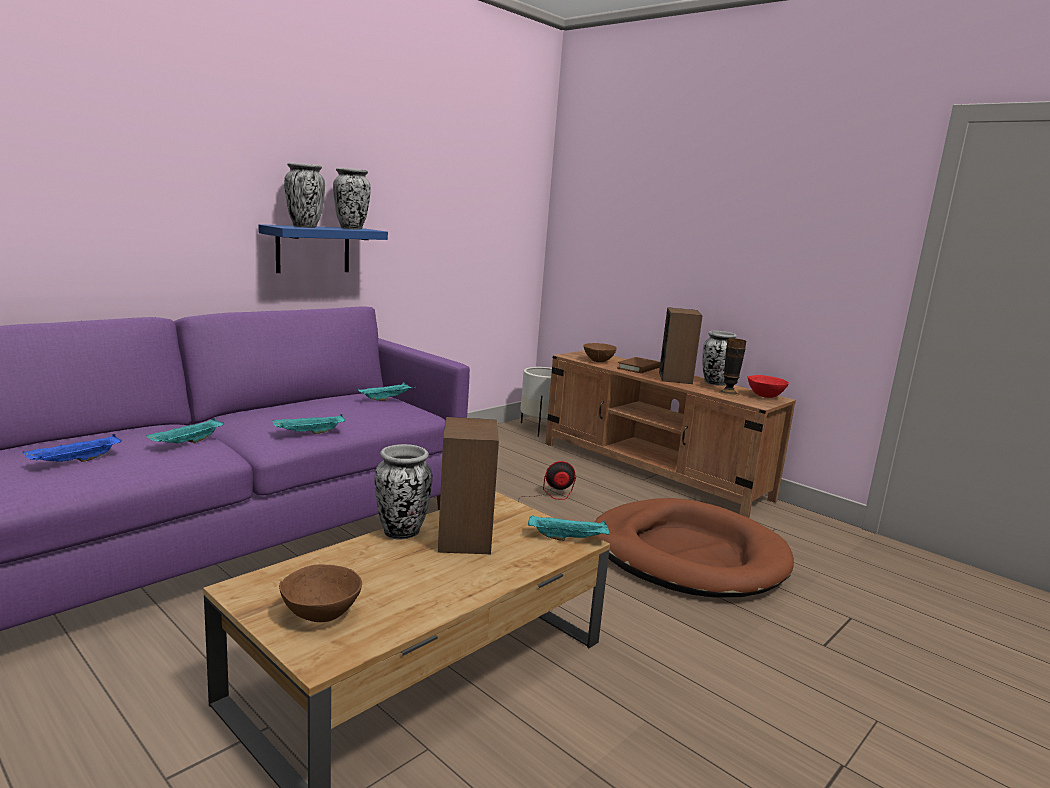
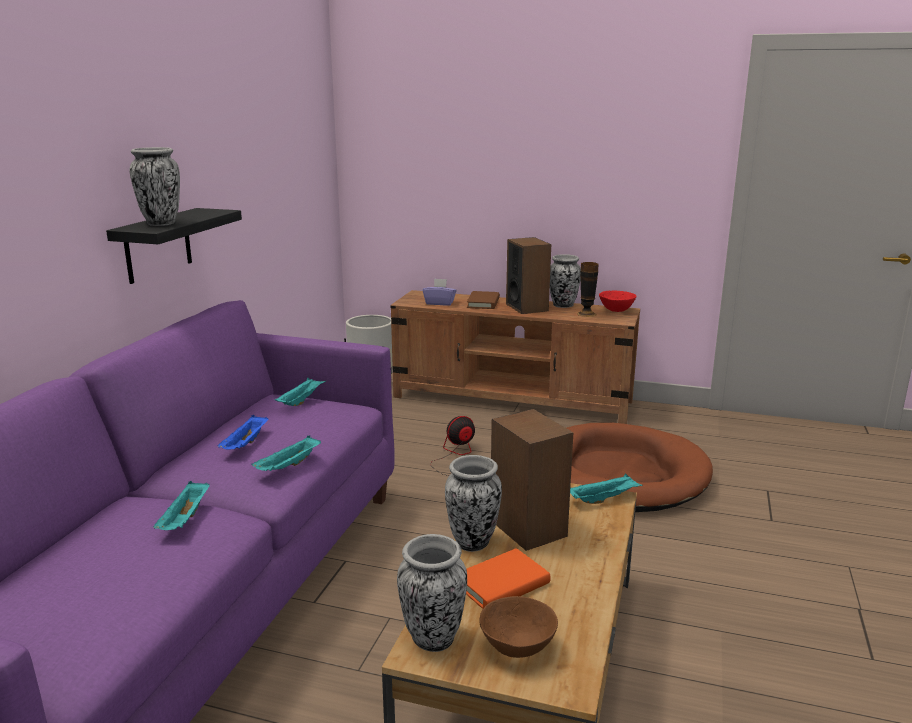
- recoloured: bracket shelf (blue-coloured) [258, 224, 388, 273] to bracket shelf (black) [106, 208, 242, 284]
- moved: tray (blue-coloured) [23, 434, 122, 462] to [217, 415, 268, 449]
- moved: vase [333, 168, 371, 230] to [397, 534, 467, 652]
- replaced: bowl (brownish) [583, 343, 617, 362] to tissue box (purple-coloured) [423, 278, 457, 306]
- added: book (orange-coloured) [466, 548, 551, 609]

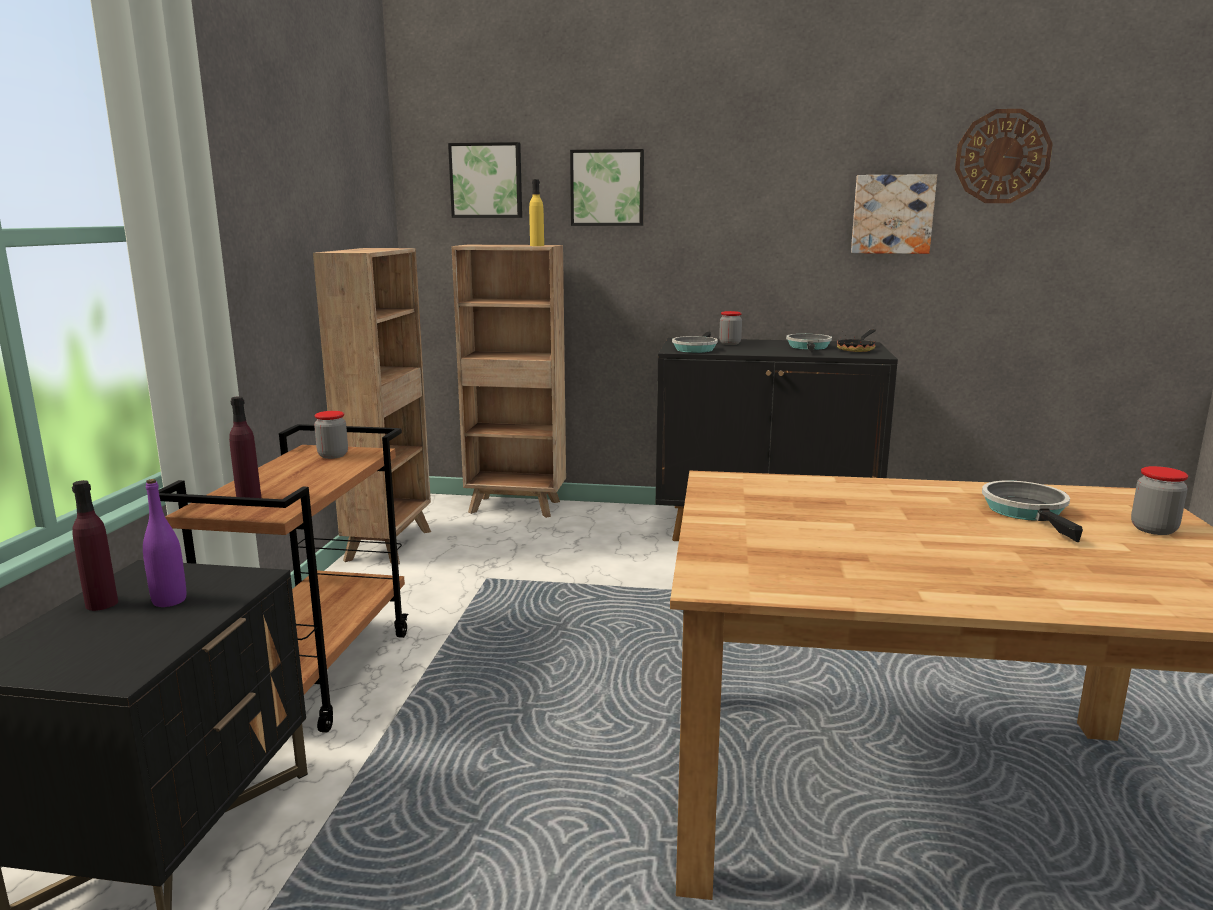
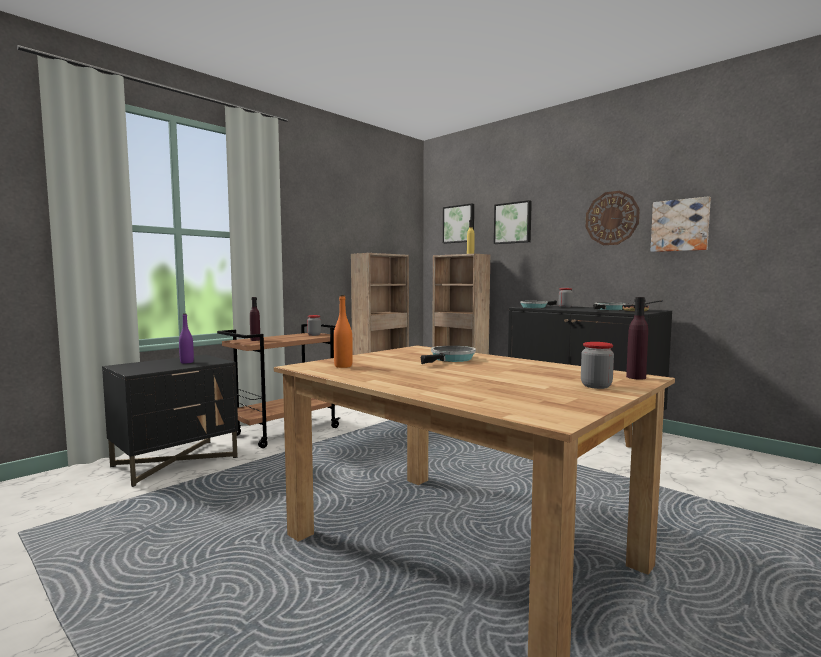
- added: beverage bottle (orange-coloured) [333, 295, 353, 368]
- moved: frying pan [982, 481, 1083, 542] to [421, 346, 476, 364]
- moved: clock on the wall [955, 109, 1053, 203] to [586, 191, 640, 245]
- moved: beverage bottle (purple-coloured) [72, 480, 118, 611] to [626, 297, 648, 380]

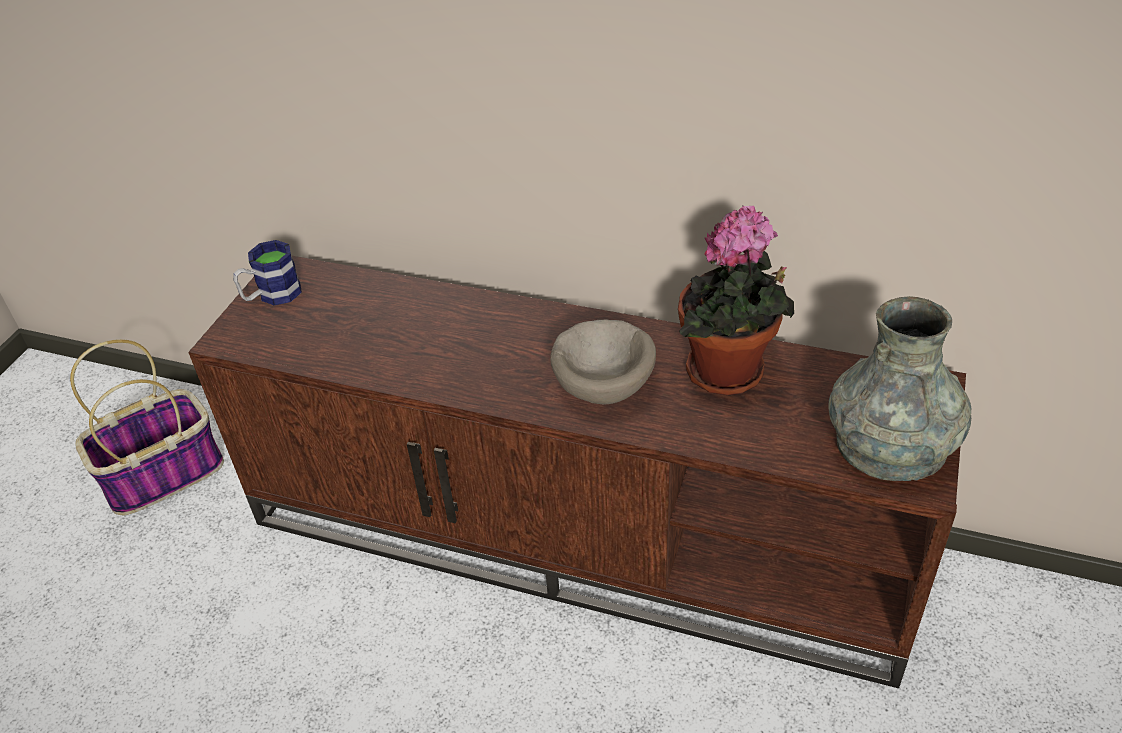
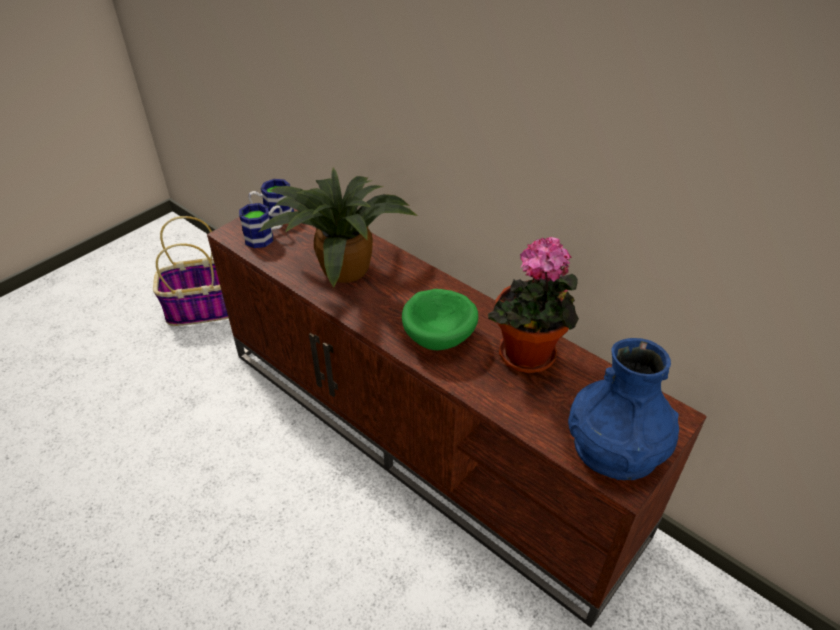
- added: tea mug [239, 203, 283, 248]
- added: potted plant [259, 168, 417, 288]
- recoloured: bowl (beige-coloured) [550, 320, 656, 404] to bowl (greenish) [402, 289, 478, 350]
- recoloured: vase (greyish) [829, 296, 971, 481] to vase (blue-coloured) [568, 338, 679, 480]

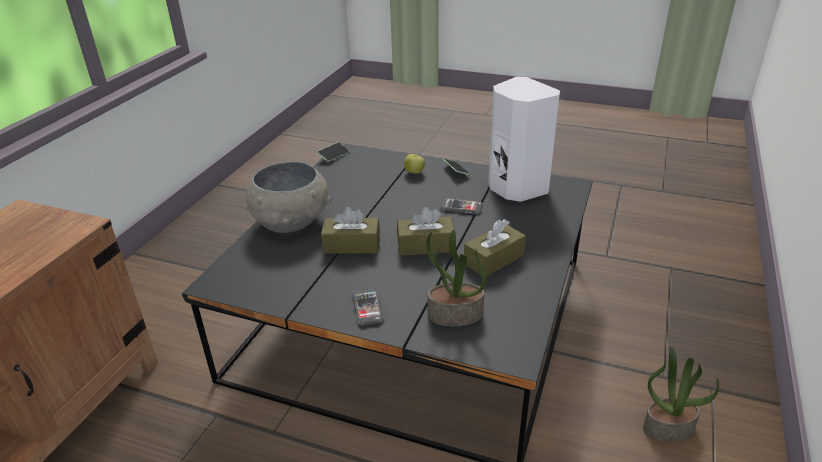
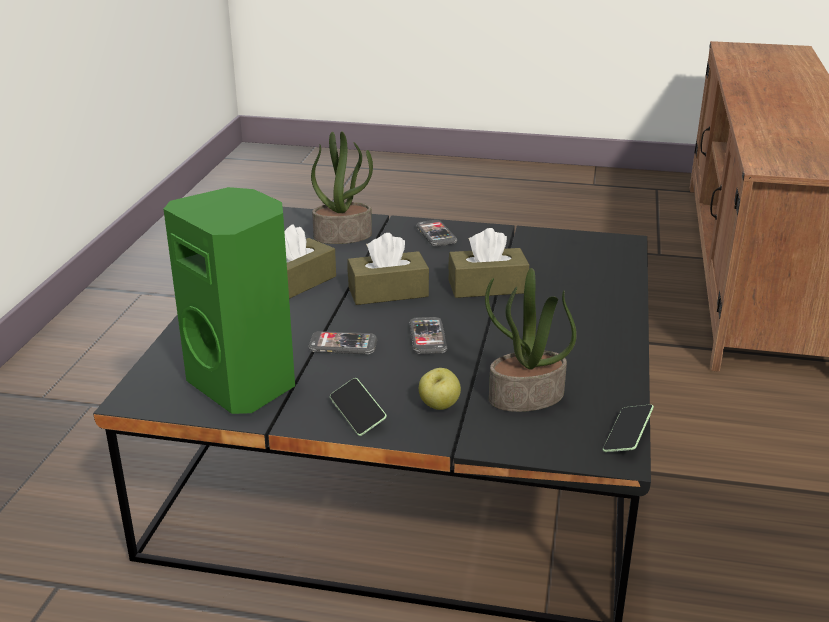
- recoloured: speaker (white-coloured) [489, 77, 560, 202] to speaker (greenish) [164, 187, 295, 414]
- added: handset [409, 317, 448, 354]
- moved: potted plant [643, 346, 719, 442] to [485, 268, 577, 412]
- removed: bowl (greyish) [244, 161, 331, 233]

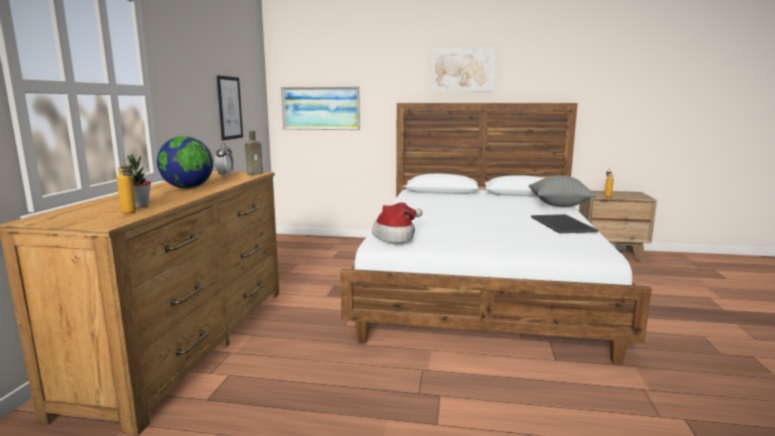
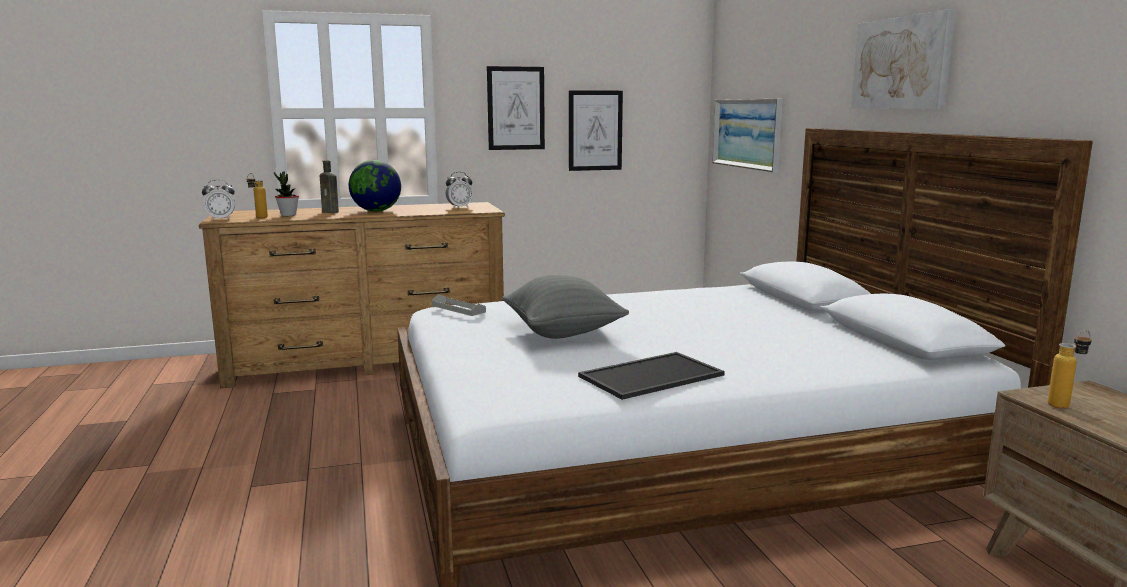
- added: table clock [202, 180, 235, 221]
- moved: beverage bottle (brownish) [245, 131, 263, 175] to [320, 160, 339, 213]
- replaced: clothing hat [372, 202, 422, 243] to tray (greyish) [432, 294, 486, 316]
- added: picture [487, 66, 545, 150]
- moved: cushion (greyish) [529, 175, 595, 207] to [502, 275, 629, 339]

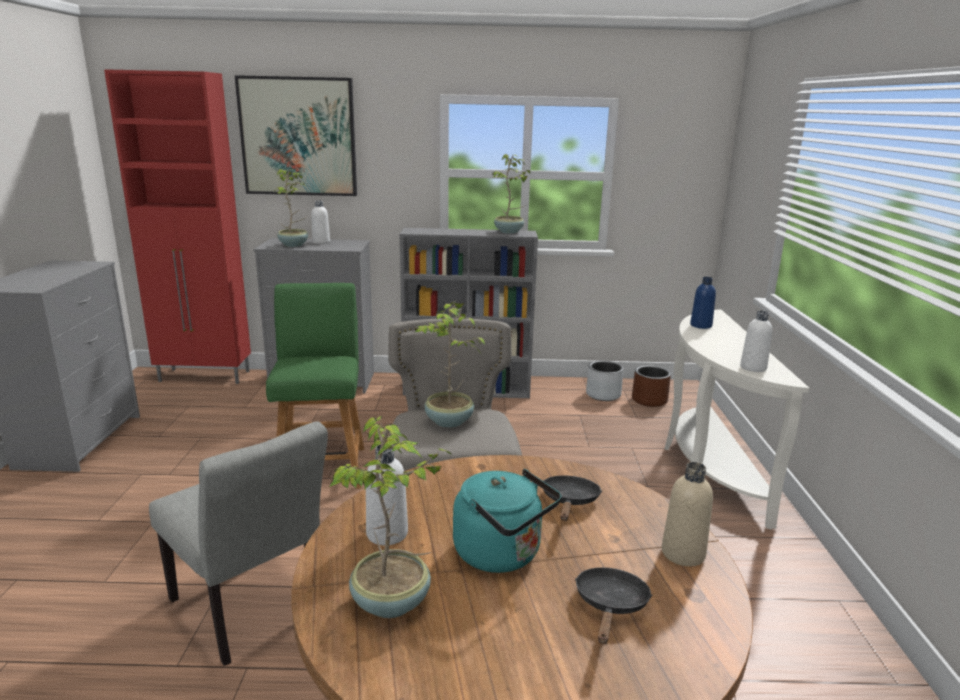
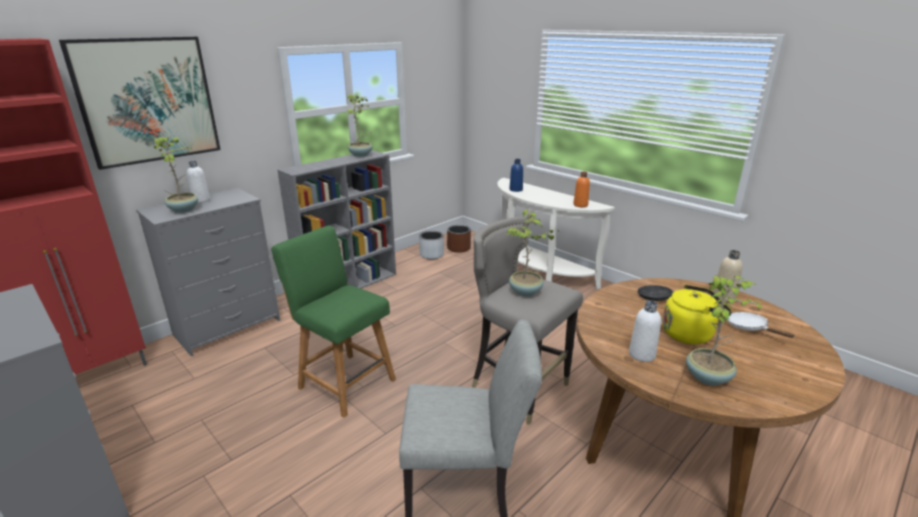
- recoloured: beverage bottle (white-coloured) [740, 310, 772, 372] to beverage bottle (orange-coloured) [573, 172, 590, 207]
- recoloured: kettle (turquoise) [453, 469, 561, 573] to kettle (yellow-coloured) [662, 285, 732, 344]
- recoloured: frying pan (black) [575, 567, 652, 644] to frying pan (white-coloured) [728, 312, 795, 338]

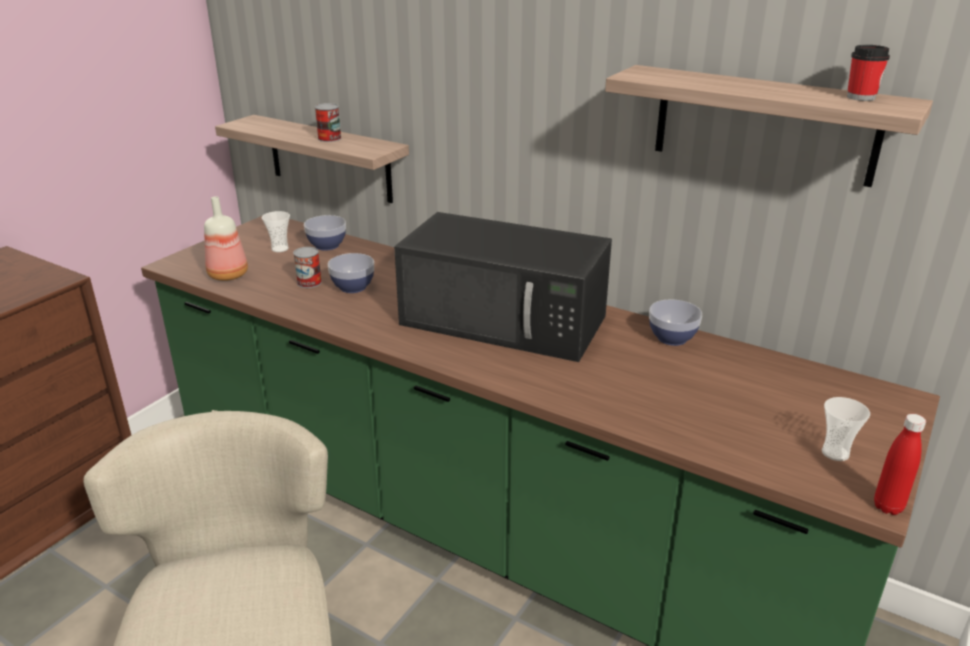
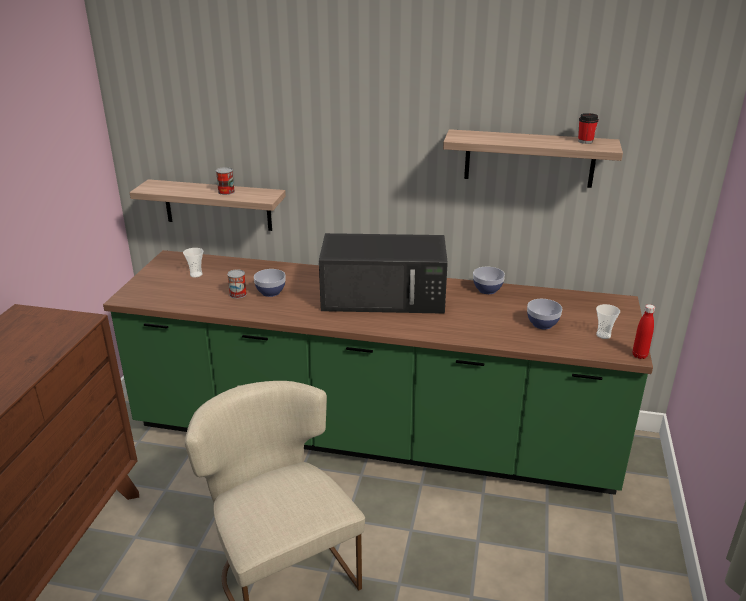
- moved: bowl [304, 215, 346, 251] to [527, 299, 562, 329]
- removed: beverage bottle [204, 196, 248, 281]

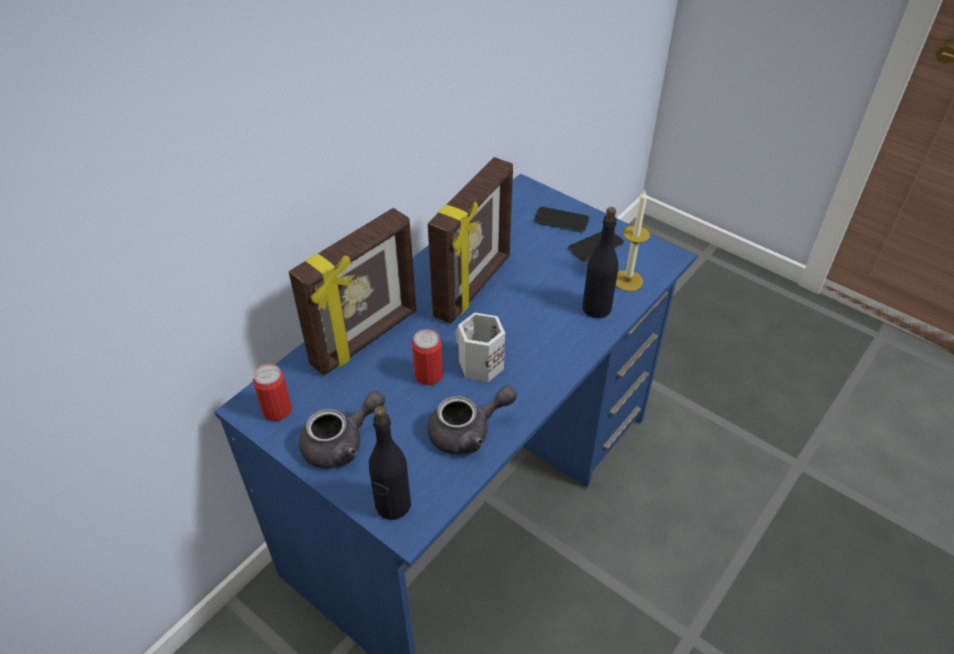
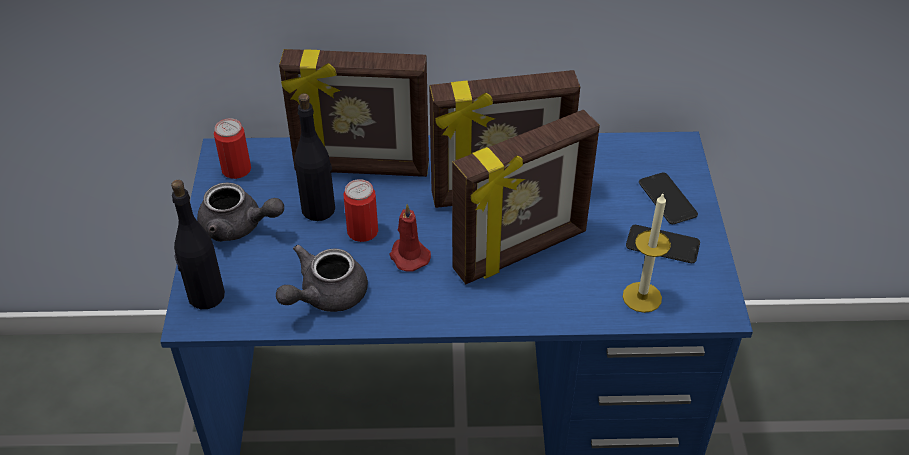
- turned: tea pot (greyish) [428, 385, 517, 454] = [276, 245, 368, 312] 105 degrees clockwise
- moved: beverage bottle (black) [582, 207, 618, 318] to [294, 93, 335, 221]
- replaced: tea mug (white-coloured) [455, 312, 505, 382] to candle (red-coloured) [389, 204, 431, 272]
- added: photo frame [452, 110, 600, 284]

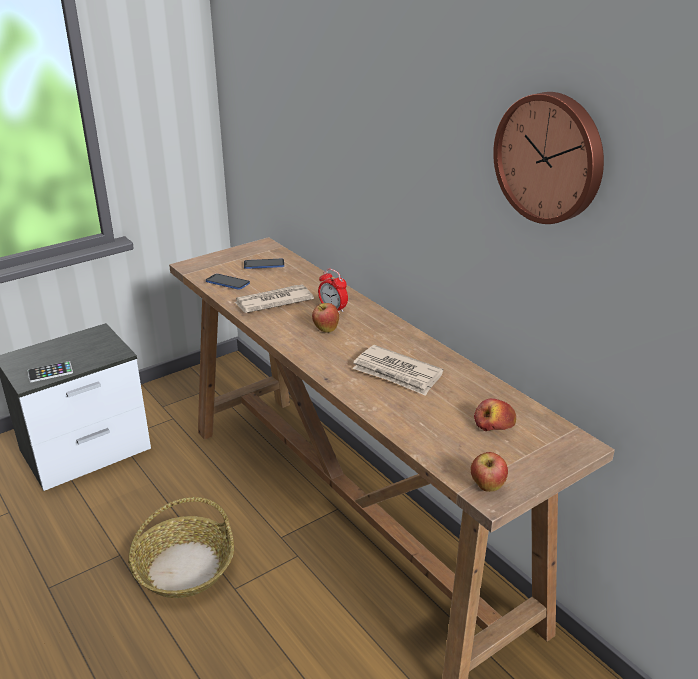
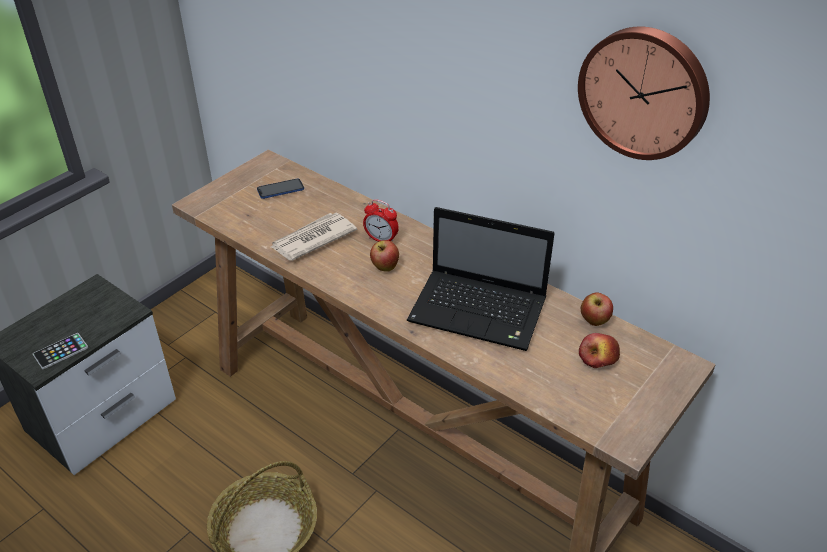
- replaced: daily paper [352, 345, 444, 396] to notebook computer [407, 207, 555, 351]
- moved: whole apple [471, 452, 508, 492] to [581, 293, 613, 326]
- removed: handset [206, 274, 250, 290]

